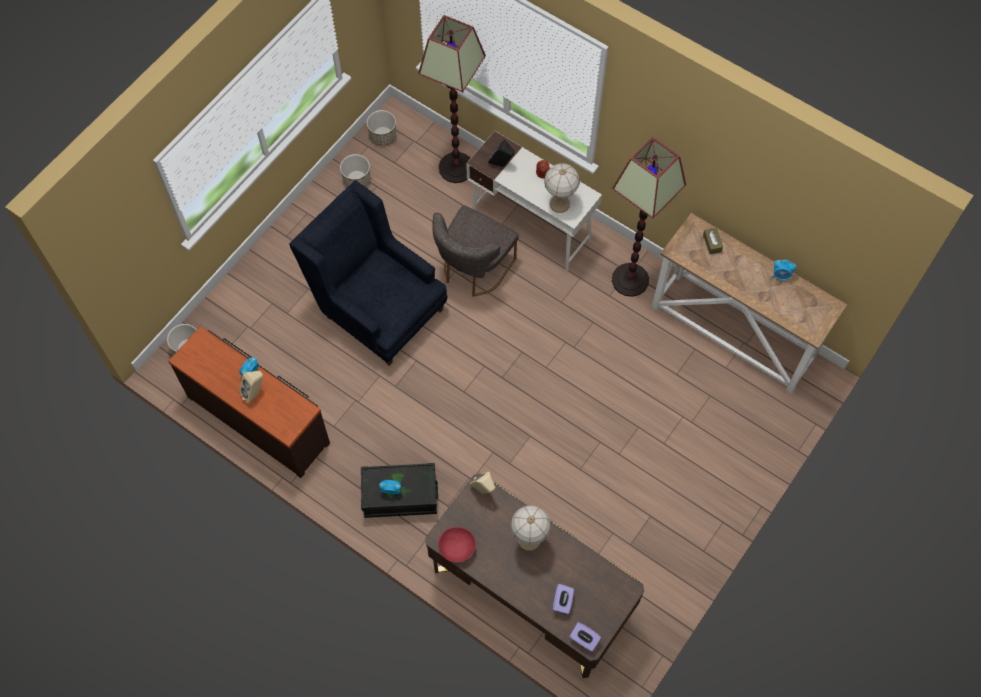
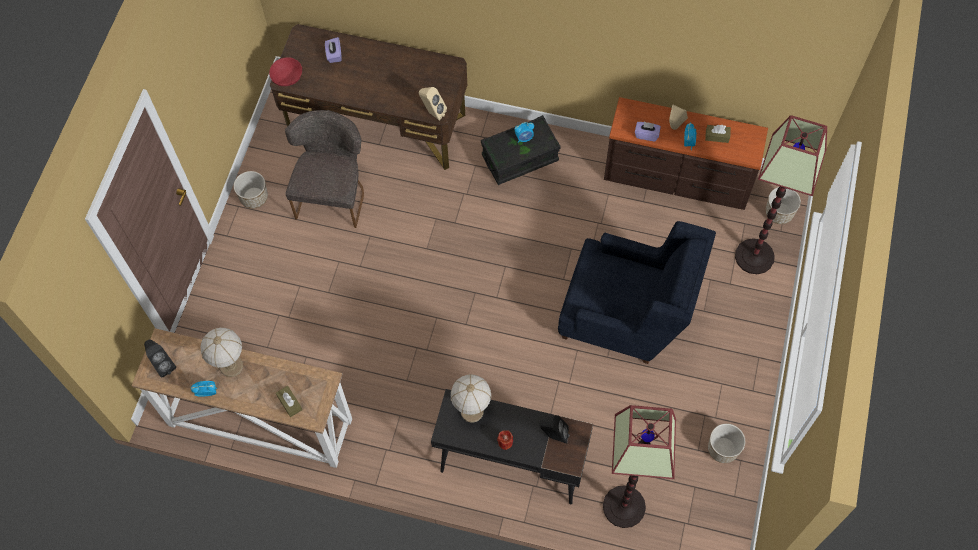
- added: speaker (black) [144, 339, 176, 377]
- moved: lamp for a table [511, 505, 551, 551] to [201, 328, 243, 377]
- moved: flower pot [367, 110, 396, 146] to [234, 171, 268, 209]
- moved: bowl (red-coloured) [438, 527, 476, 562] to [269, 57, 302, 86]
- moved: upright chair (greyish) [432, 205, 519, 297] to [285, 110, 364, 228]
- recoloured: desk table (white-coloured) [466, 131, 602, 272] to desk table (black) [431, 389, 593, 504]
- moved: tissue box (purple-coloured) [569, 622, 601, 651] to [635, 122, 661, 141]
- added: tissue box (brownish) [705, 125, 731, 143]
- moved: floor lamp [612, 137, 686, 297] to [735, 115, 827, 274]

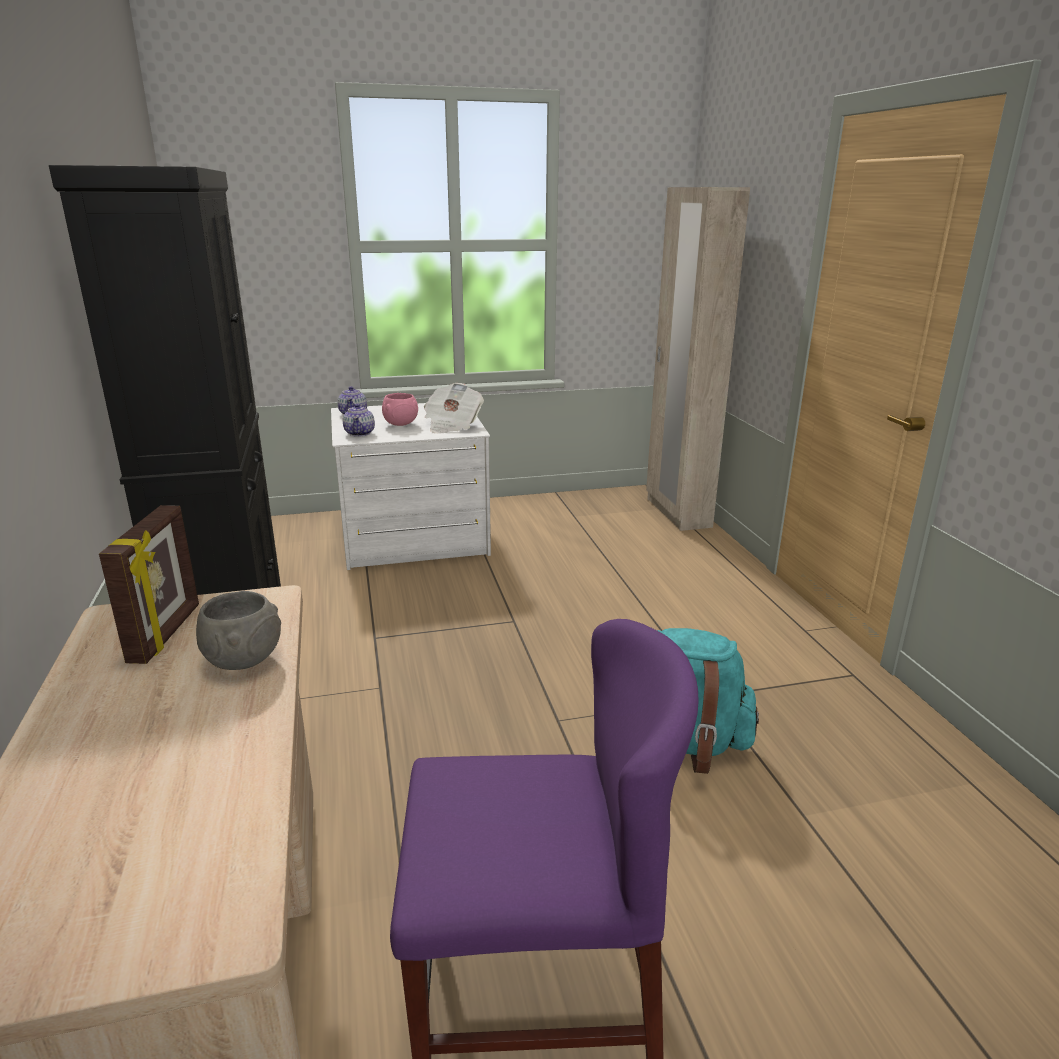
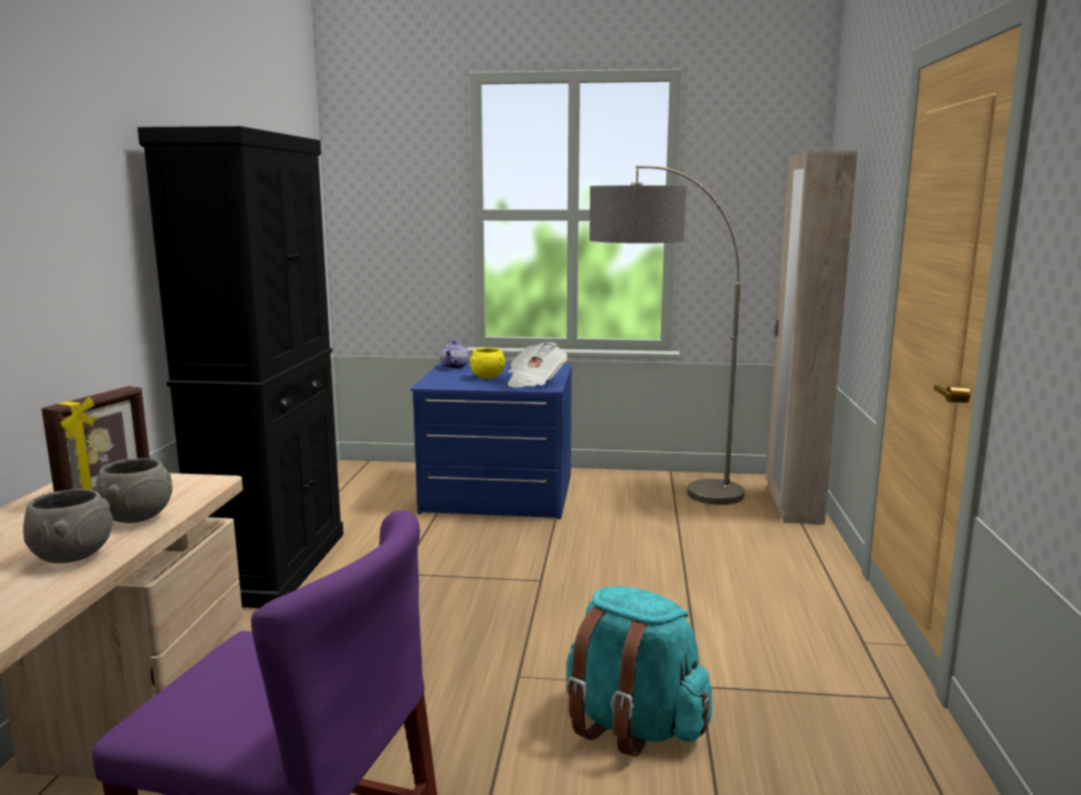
- added: bowl (greyish) [23, 489, 113, 563]
- recoloured: dresser (white-coloured) [331, 403, 491, 570] to dresser (blue-coloured) [410, 362, 572, 519]
- recoloured: bowl (pink) [382, 393, 418, 426] to bowl (yellow-coloured) [470, 348, 505, 379]
- added: floor lamp [589, 165, 744, 505]
- removed: tea pot [343, 404, 375, 437]

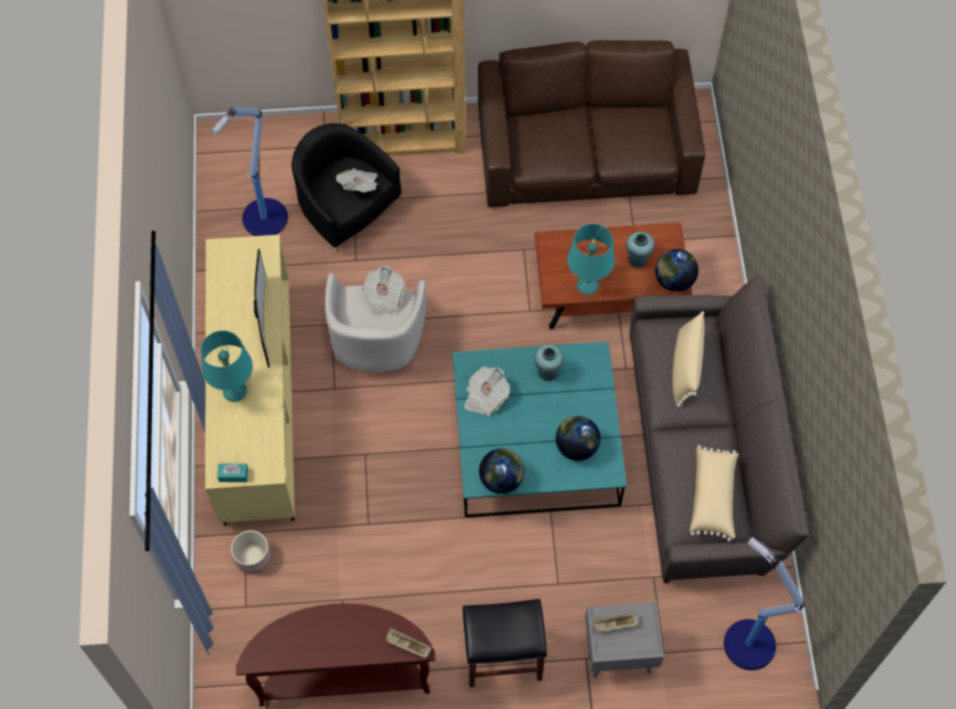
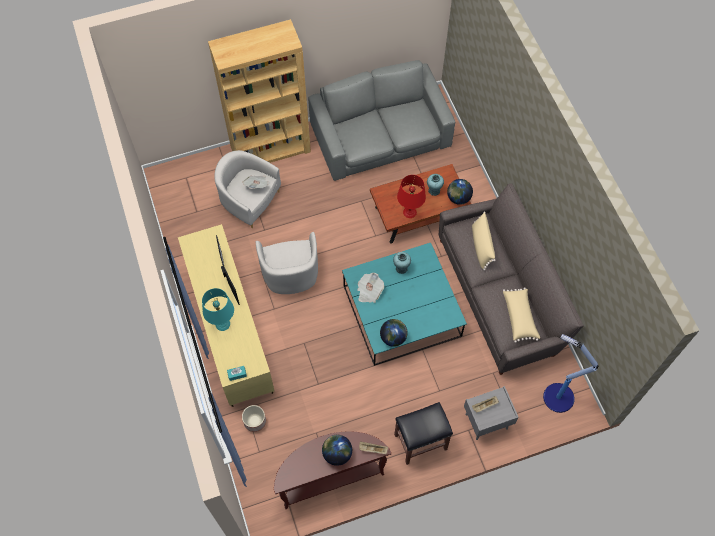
- recoloured: lounge chair (black) [292, 123, 401, 253] to lounge chair (white-coloured) [214, 150, 281, 228]
- recoloured: couch (brownish) [478, 40, 705, 207] to couch (greyish) [308, 60, 455, 181]
- moved: desk globe [556, 416, 601, 461] to [322, 435, 352, 466]
- recoloured: lamp for a table (turquoise) [567, 224, 615, 295] to lamp for a table (red-coloured) [397, 175, 426, 218]
- removed: floor lamp [211, 107, 288, 236]
- removed: daily paper [362, 266, 405, 317]

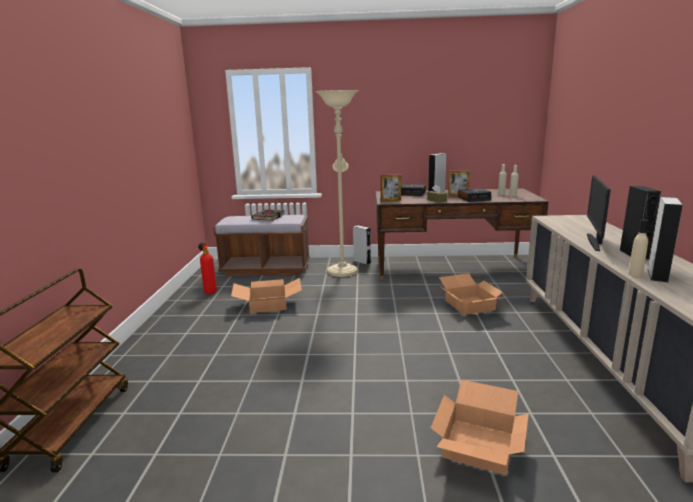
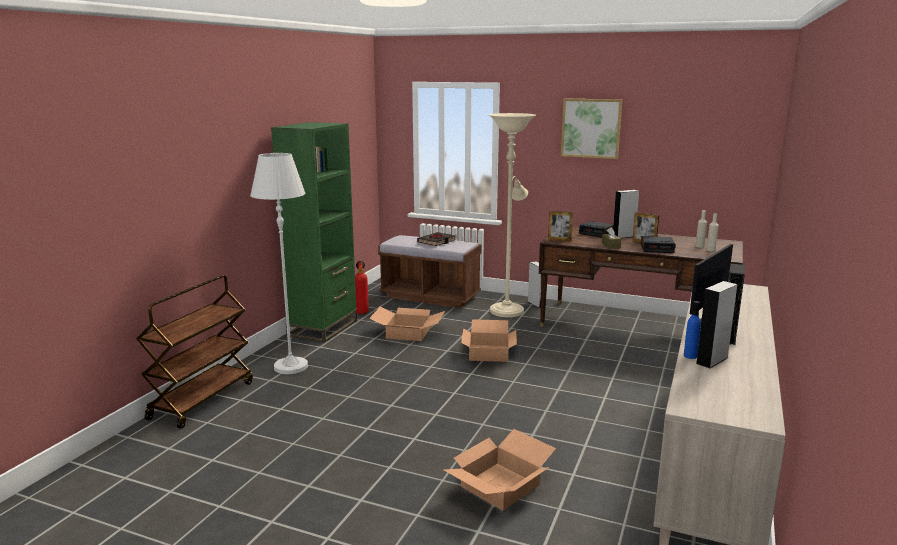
- added: floor lamp (white-coloured) [250, 153, 308, 374]
- added: bookshelf (greenish) [271, 122, 357, 343]
- moved: carton [439, 273, 507, 315] to [461, 319, 517, 362]
- added: picture [561, 98, 622, 159]
- recoloured: beverage bottle (beige-coloured) [628, 219, 648, 277] to beverage bottle (blue-coloured) [684, 301, 701, 359]

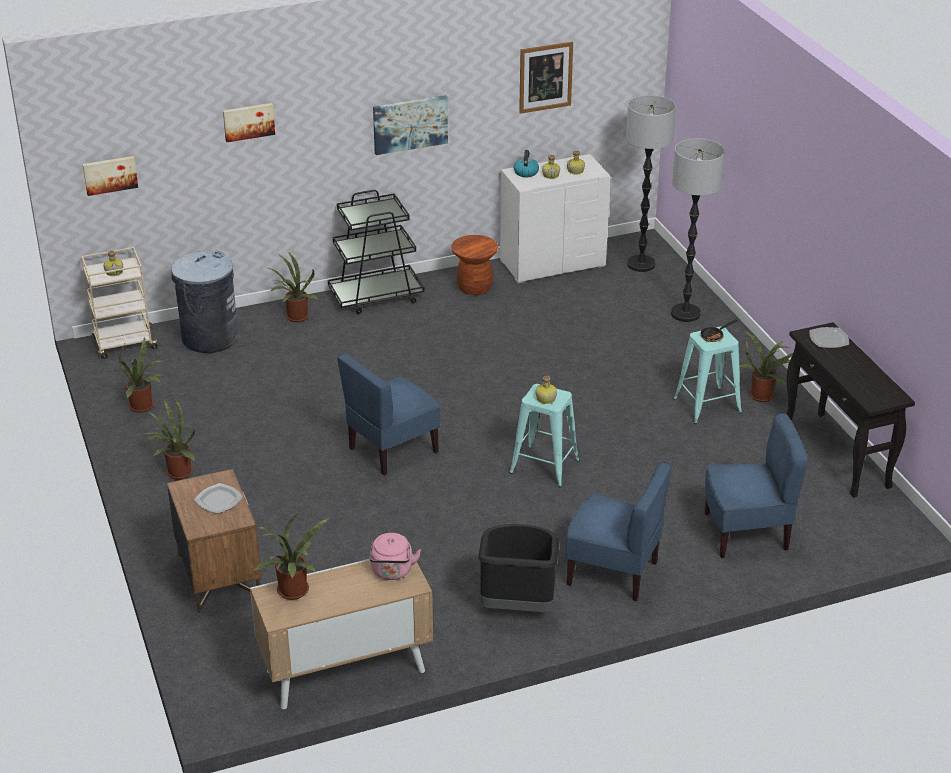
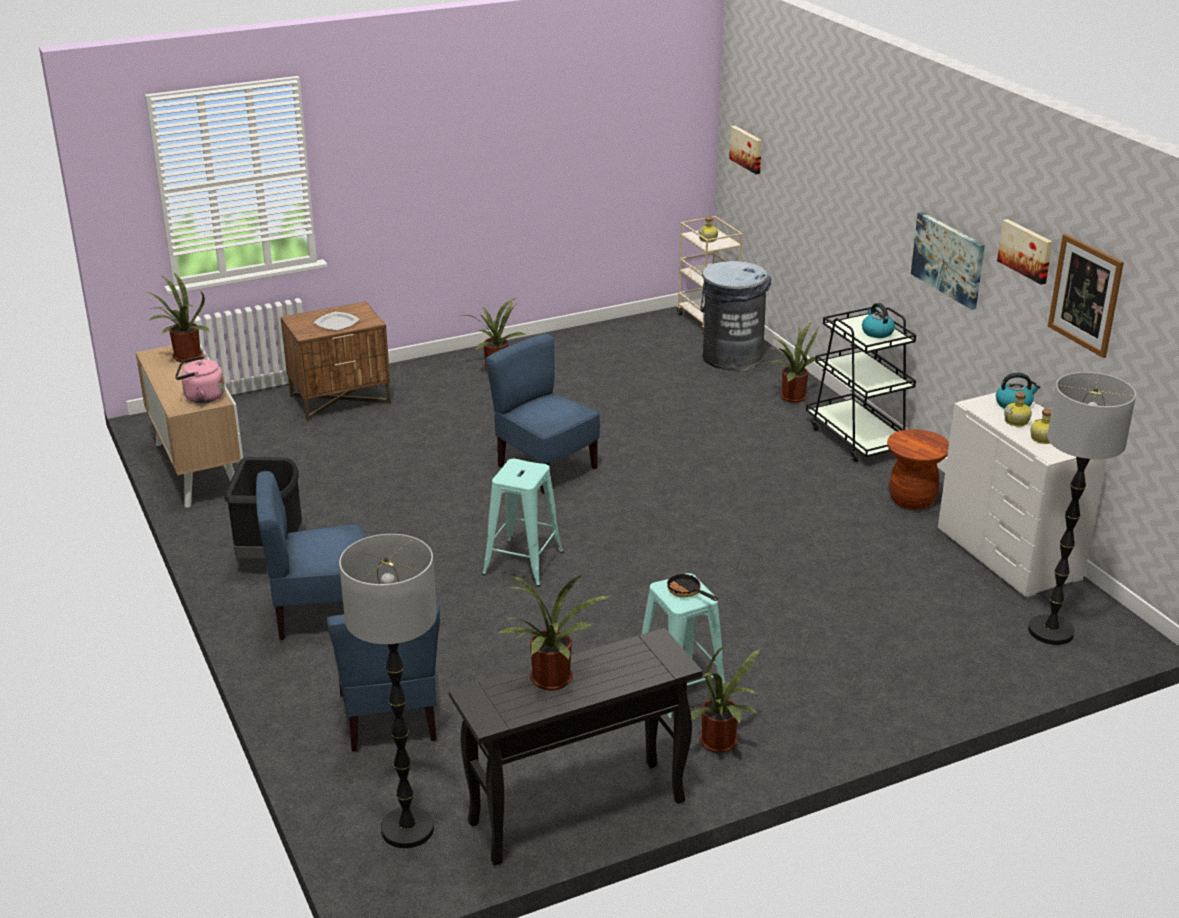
- turned: upright chair (blue-coloured) [566, 462, 672, 601] = [256, 471, 365, 640] 60 degrees clockwise
- moved: floor lamp [671, 138, 725, 322] to [339, 534, 437, 848]
- moved: potted plant [120, 338, 162, 413] to [497, 574, 611, 690]
- added: kettle [862, 303, 895, 338]
- moved: picture [223, 103, 275, 142] to [997, 219, 1053, 285]
- removed: beverage bottle [536, 376, 557, 404]
- removed: dinner plate [810, 327, 849, 348]

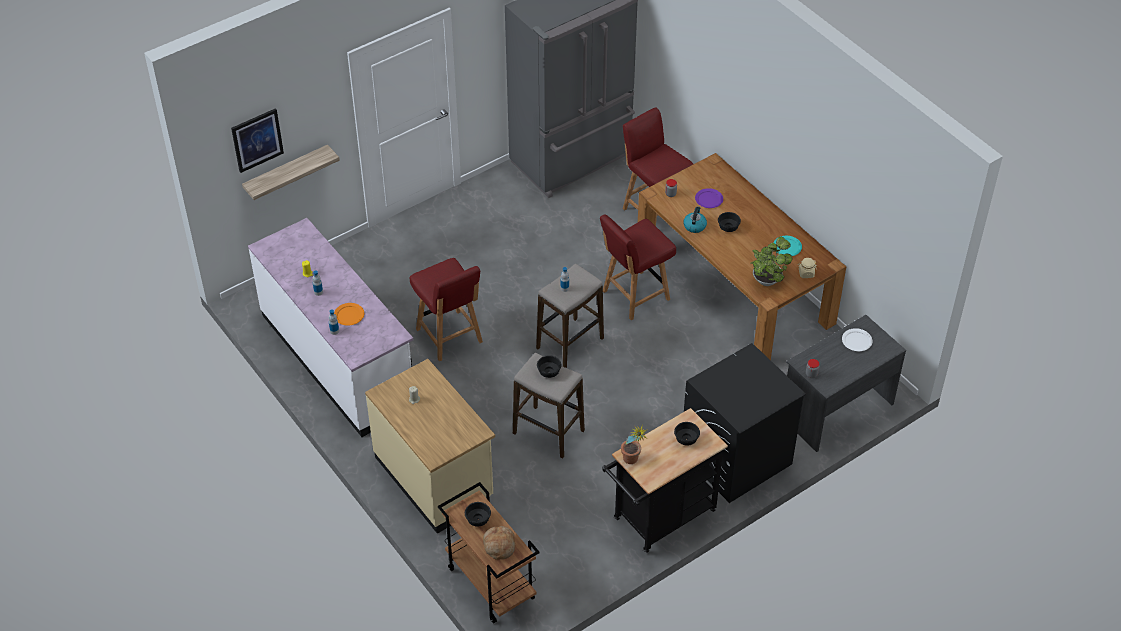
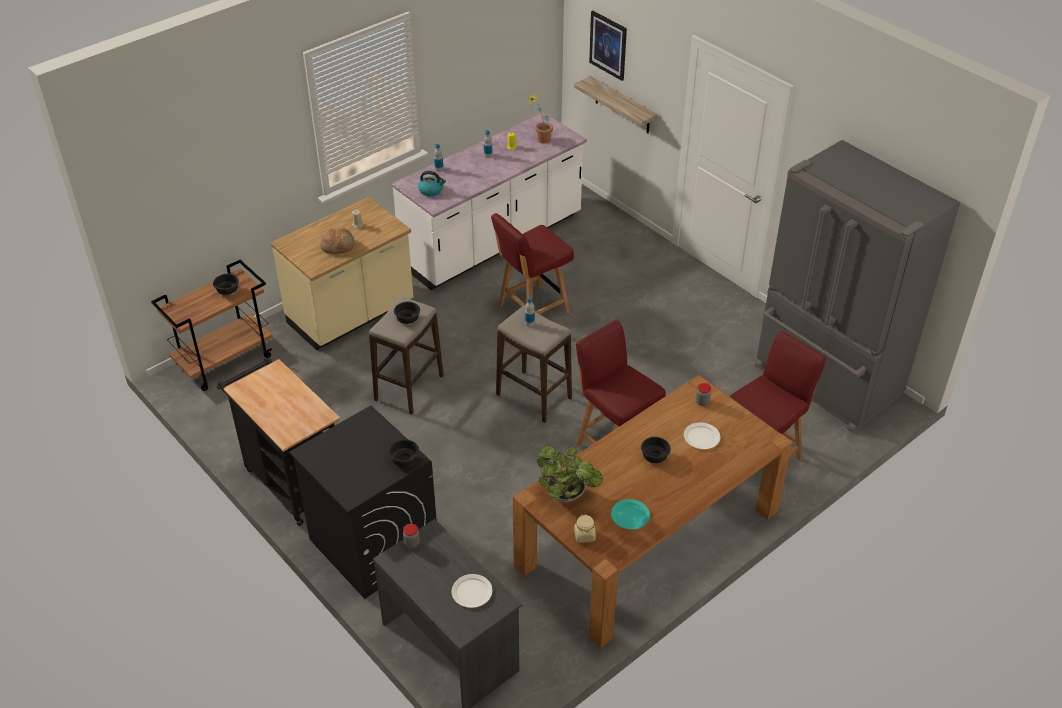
- moved: bakery bread [483, 526, 515, 560] to [321, 227, 355, 254]
- moved: bowl (black) [674, 422, 700, 445] to [389, 439, 419, 467]
- moved: kettle [683, 206, 707, 233] to [418, 171, 446, 196]
- moved: potted plant [621, 425, 648, 464] to [527, 93, 553, 143]
- recoloured: dinner plate (purple-coloured) [695, 188, 723, 208] to dinner plate (white-coloured) [684, 422, 720, 449]
- removed: dinner plate (orange-coloured) [334, 303, 364, 326]

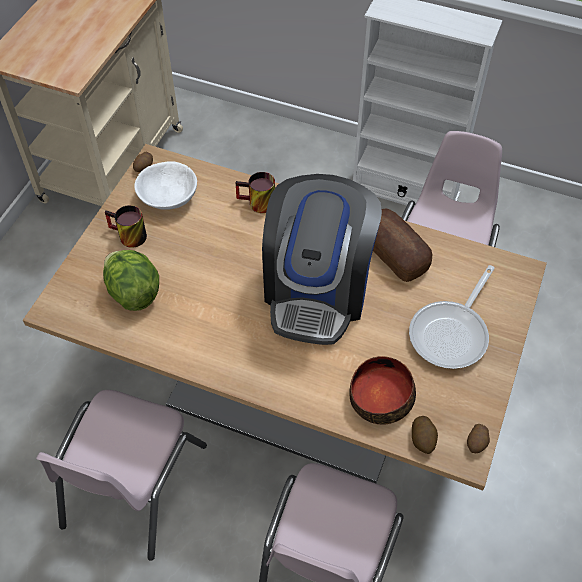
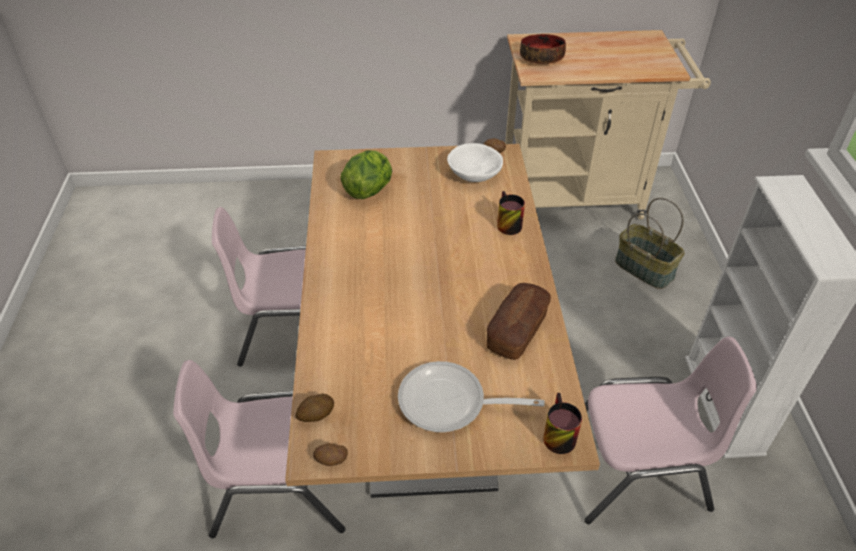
- moved: bowl [349, 356, 416, 424] to [520, 34, 566, 64]
- moved: tea mug [105, 205, 147, 248] to [543, 393, 582, 454]
- added: household basket [615, 198, 685, 289]
- removed: coffee maker [262, 174, 382, 345]

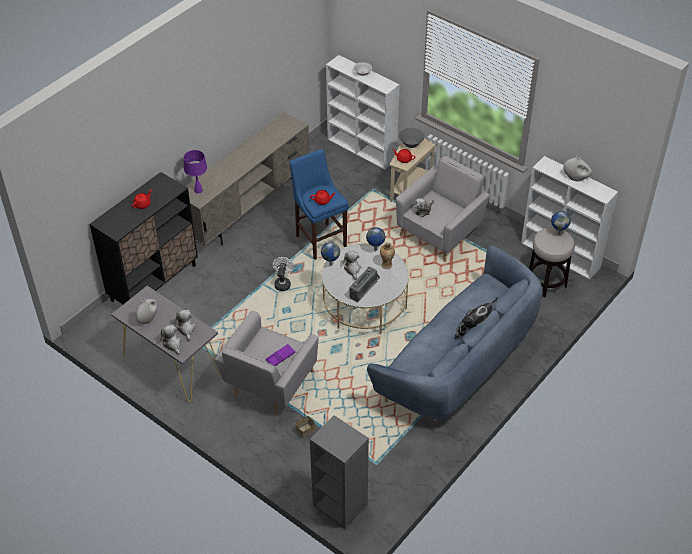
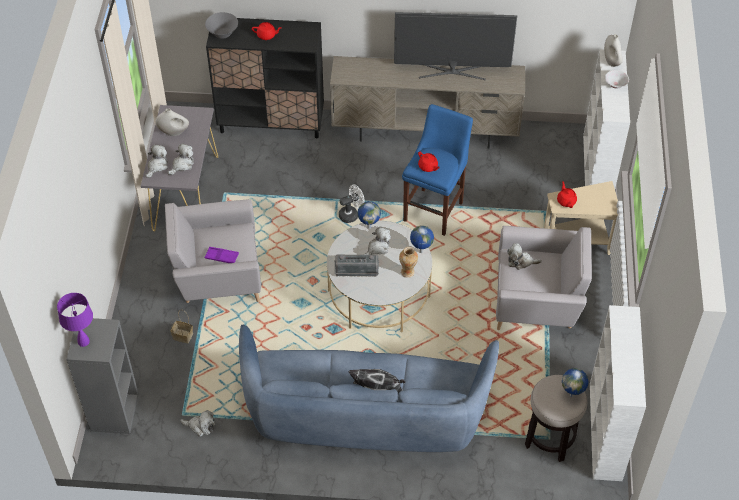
- moved: lamp for a table (purple-coloured) [183, 150, 207, 194] to [57, 293, 93, 347]
- added: cuddly toy [180, 410, 215, 437]
- moved: bowl (greyish) [399, 128, 425, 148] to [205, 12, 238, 39]
- added: television [394, 12, 517, 80]
- moved: vase (white-coloured) [563, 156, 592, 181] to [604, 34, 623, 67]

